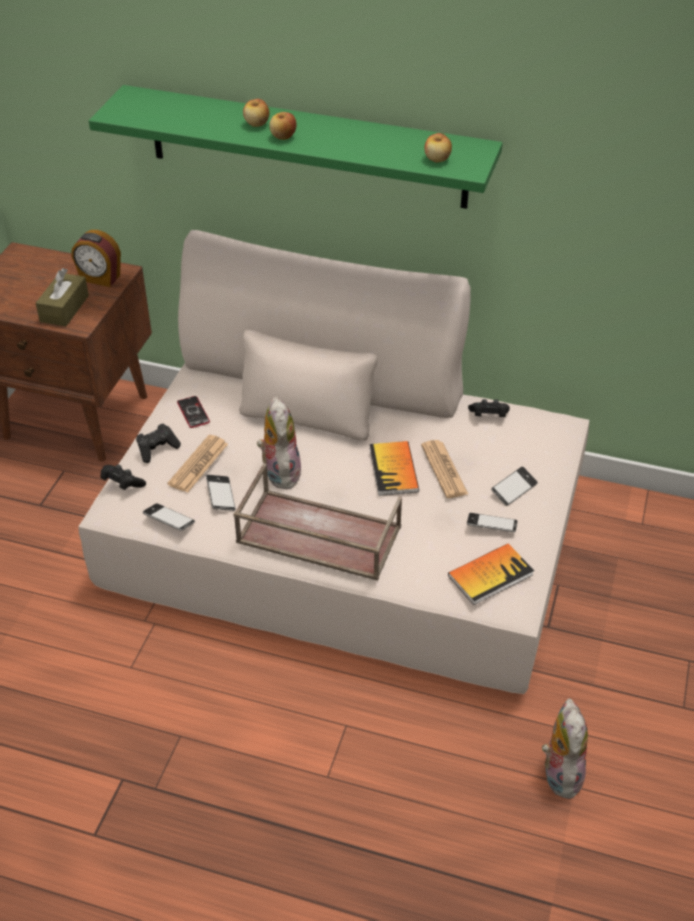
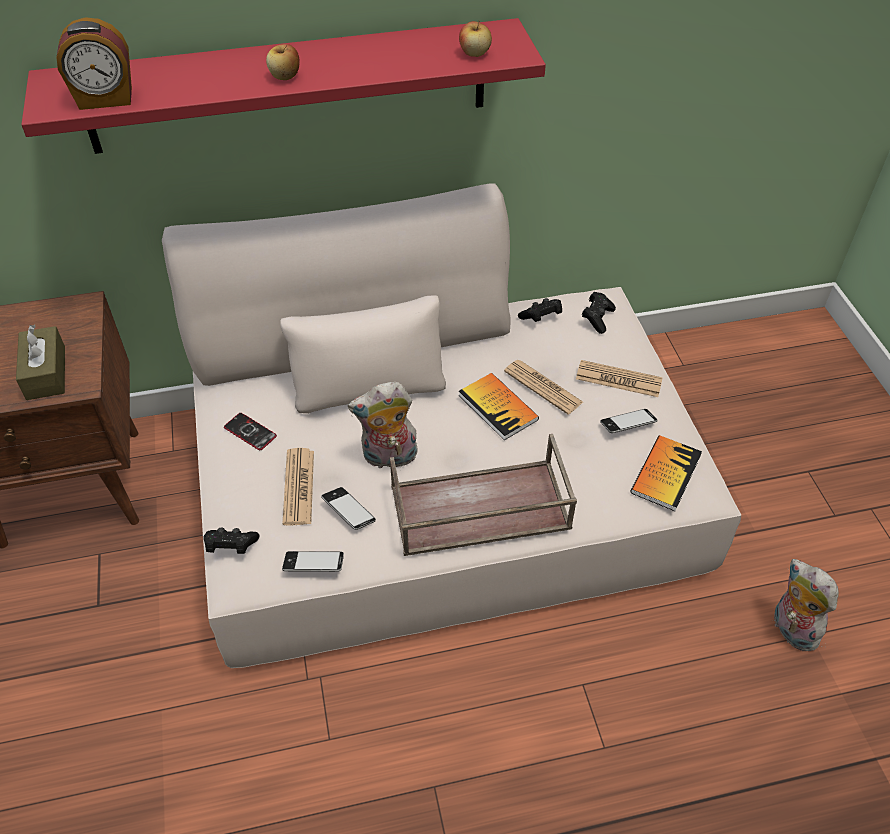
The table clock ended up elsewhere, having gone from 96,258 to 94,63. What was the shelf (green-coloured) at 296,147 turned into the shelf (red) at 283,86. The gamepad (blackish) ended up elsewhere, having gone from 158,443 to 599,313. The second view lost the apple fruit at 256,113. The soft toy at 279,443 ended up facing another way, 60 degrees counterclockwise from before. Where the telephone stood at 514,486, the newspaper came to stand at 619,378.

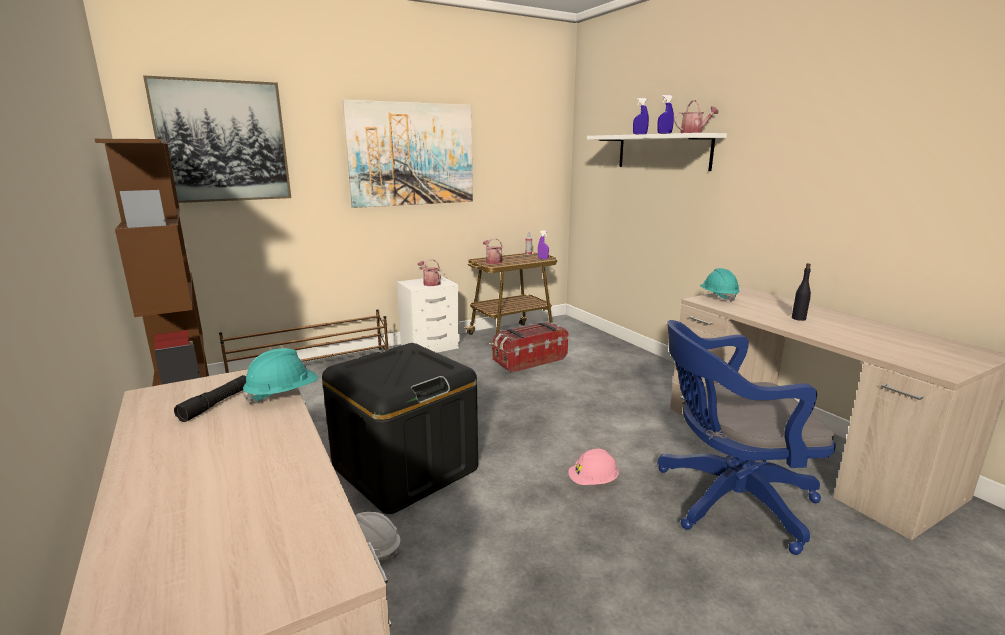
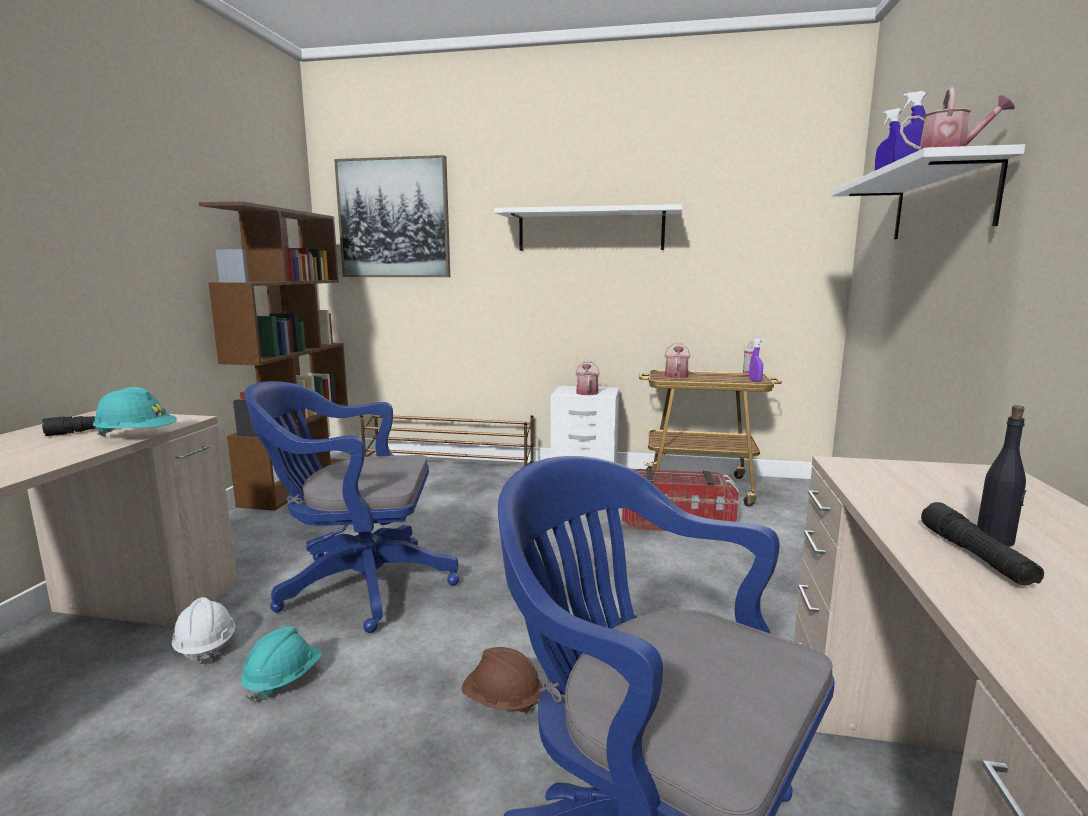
Where the storage container (blackish) stood at 400,428, the computer chair (bluish) came to stand at 352,507. Where the picture hung at 407,154, the shelf (whitish) came to hang at 588,227. What was the safety helmet (pinkish) at 593,467 turned into the safety helmet (brownish) at 502,679. The safety helmet (blue-green) ended up elsewhere, having gone from 720,285 to 281,664. The second view gained the torch (blackish) at 982,544.

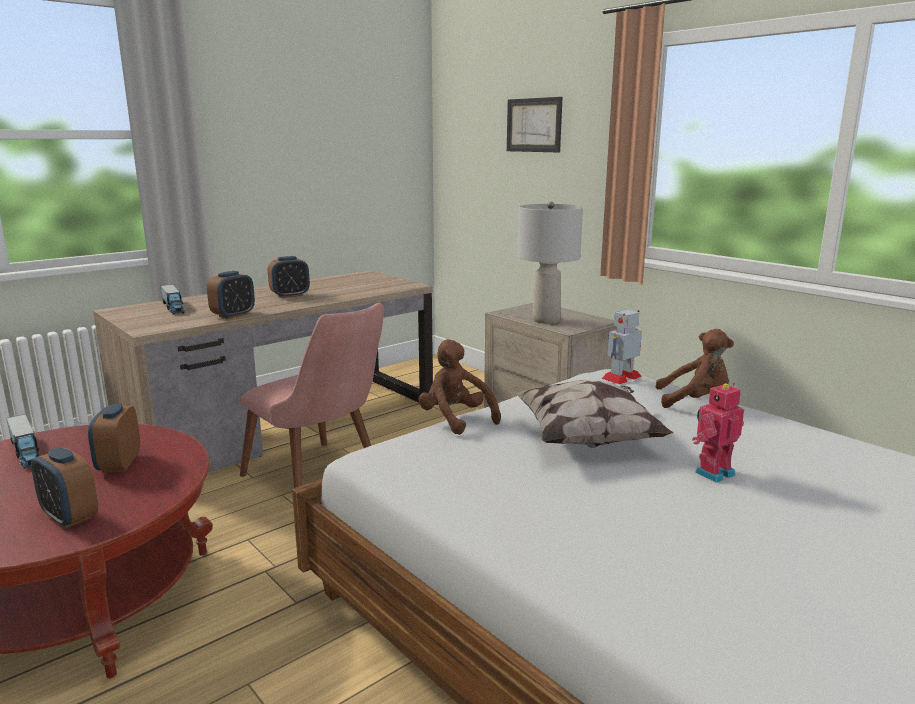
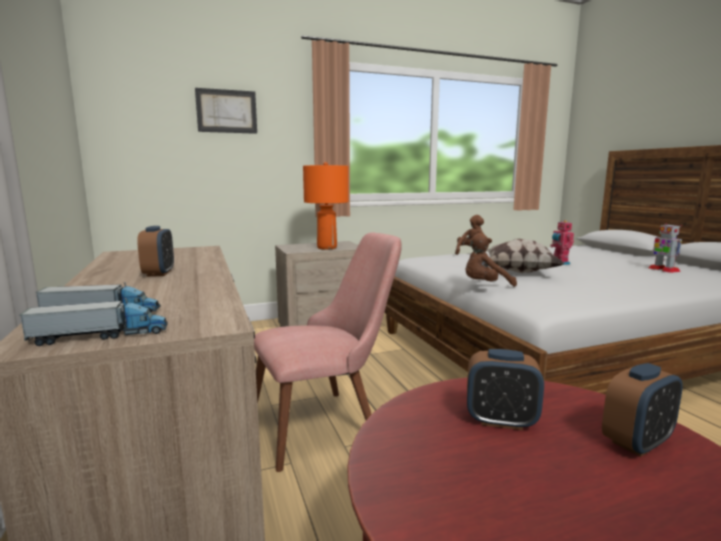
The model truck ended up elsewhere, having gone from 22,441 to 93,322. The second view lost the table clock at 231,295. What was the lamp for a table (greyish) at 550,263 turned into the lamp for a table (orangey) at 326,206. The robot figure ended up elsewhere, having gone from 622,347 to 665,248.

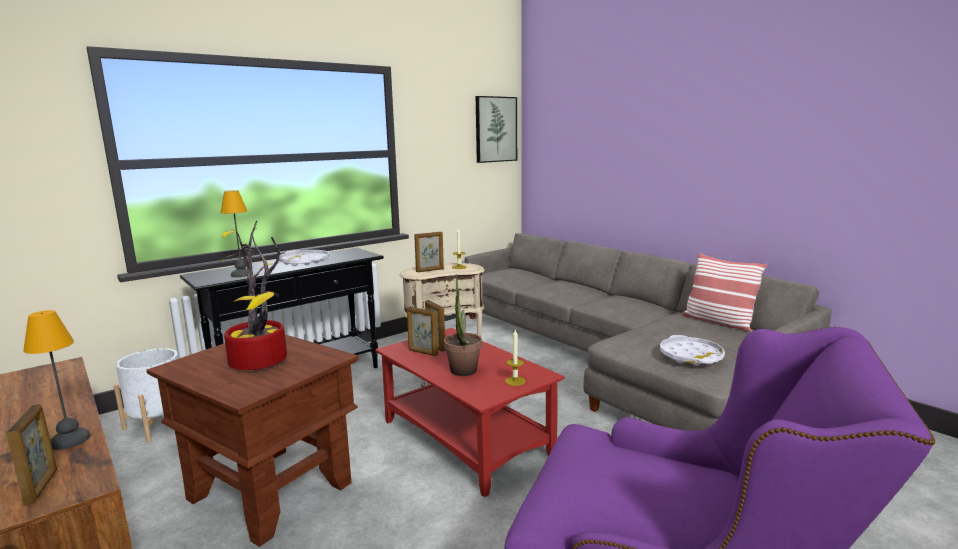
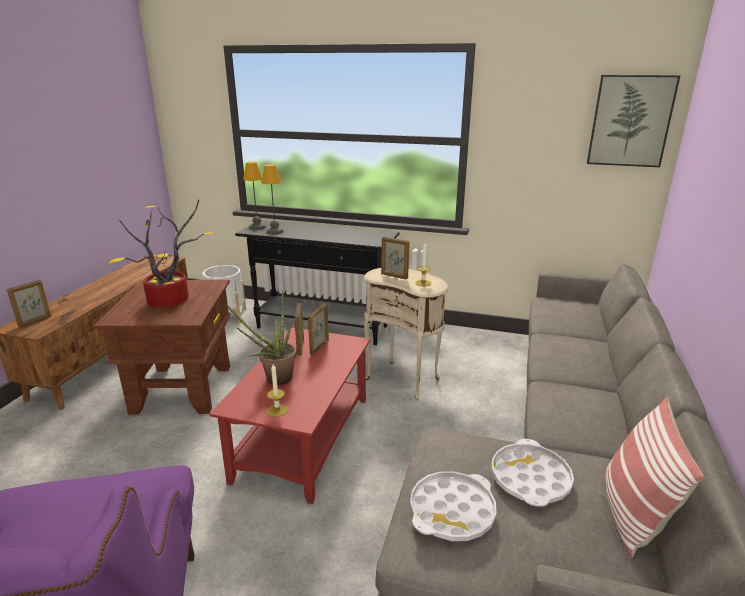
The lamp for a table ended up elsewhere, having gone from 56,380 to 254,196. The carrying tray (whitish) ended up elsewhere, having gone from 304,258 to 532,473.

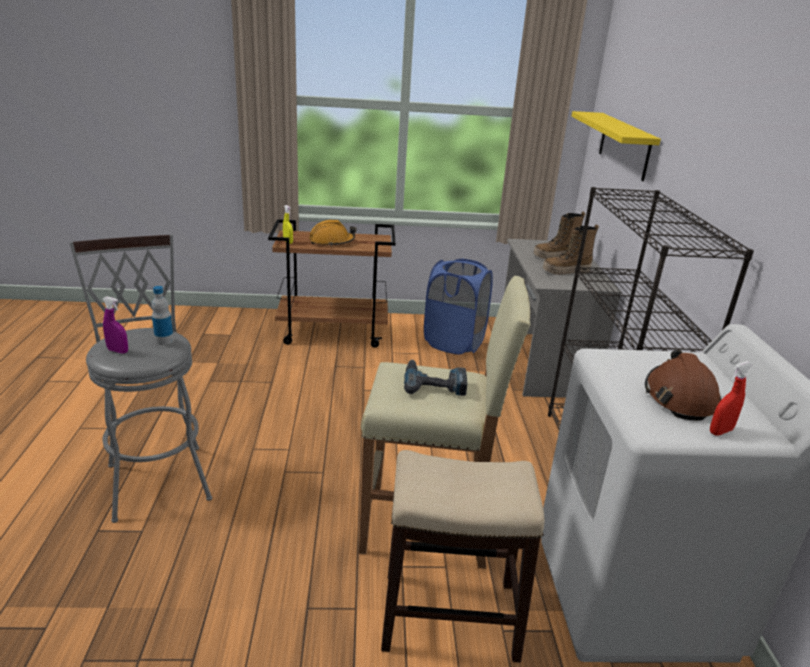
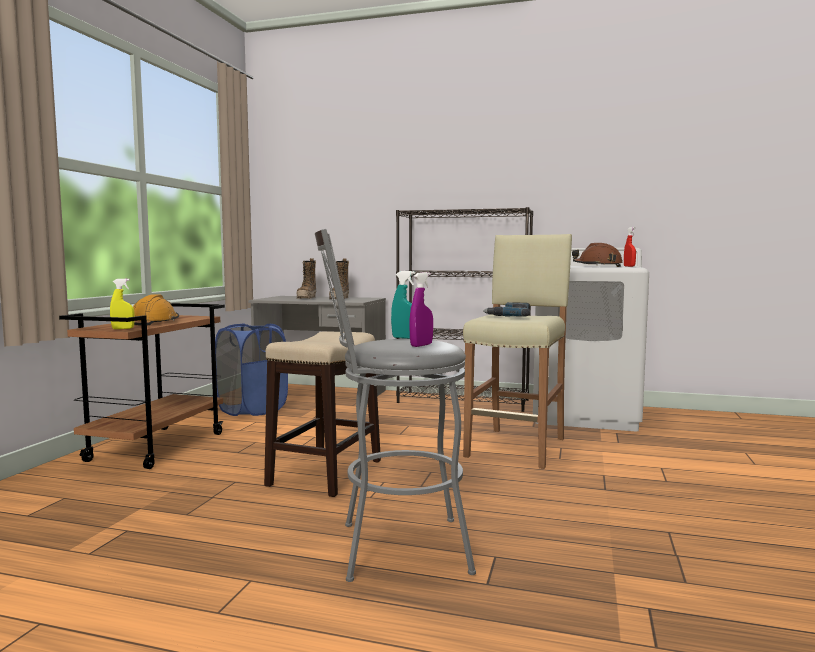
Where the drink bottle stood at 162,315, the hand sprayer (blue-green) came to stand at 403,305. The sitting stool ended up elsewhere, having gone from 462,556 to 322,414. The second view lost the shelf (yellow-coloured) at 616,146.

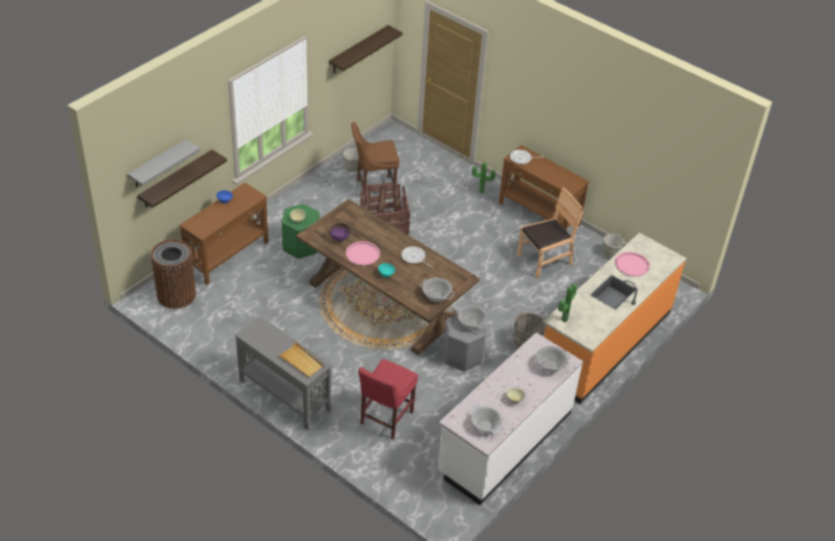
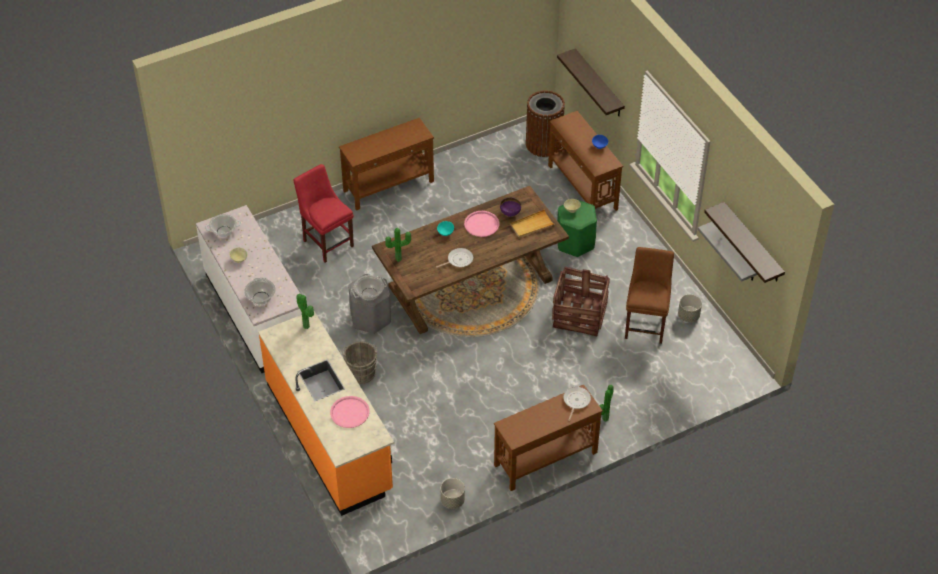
The shelf (greyish) ended up elsewhere, having gone from 164,163 to 727,252. What was the console table (greyish) at 283,373 turned into the console table (brownish) at 386,164. The carrying tray (beige) ended up elsewhere, having gone from 301,360 to 532,223. Where the stockpot stood at 437,290, the potted plant came to stand at 398,245. The second view lost the upright chair (brownish) at 550,232.

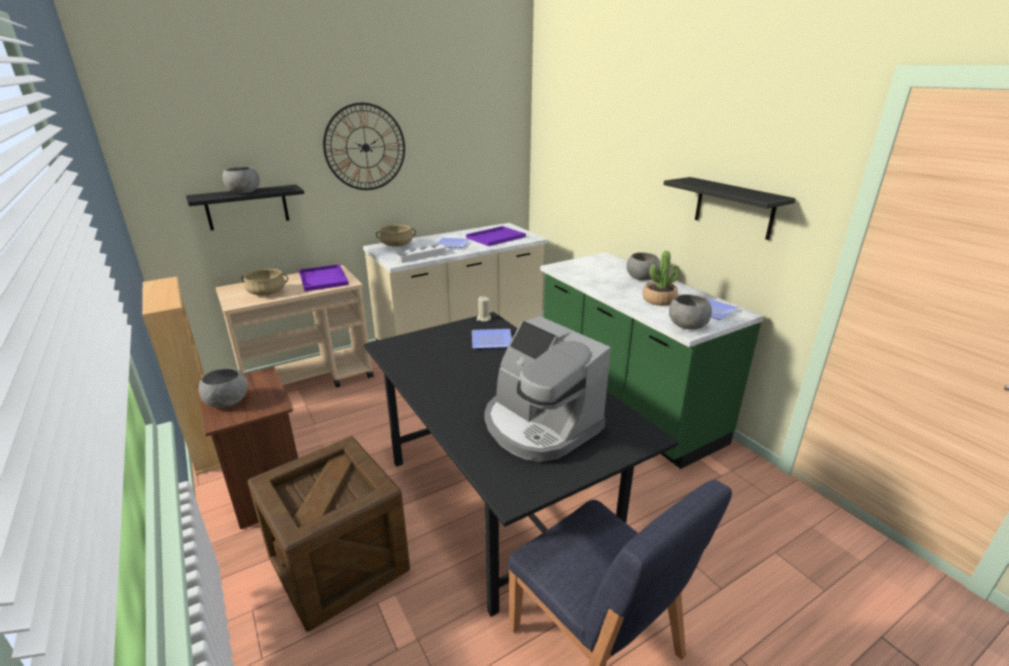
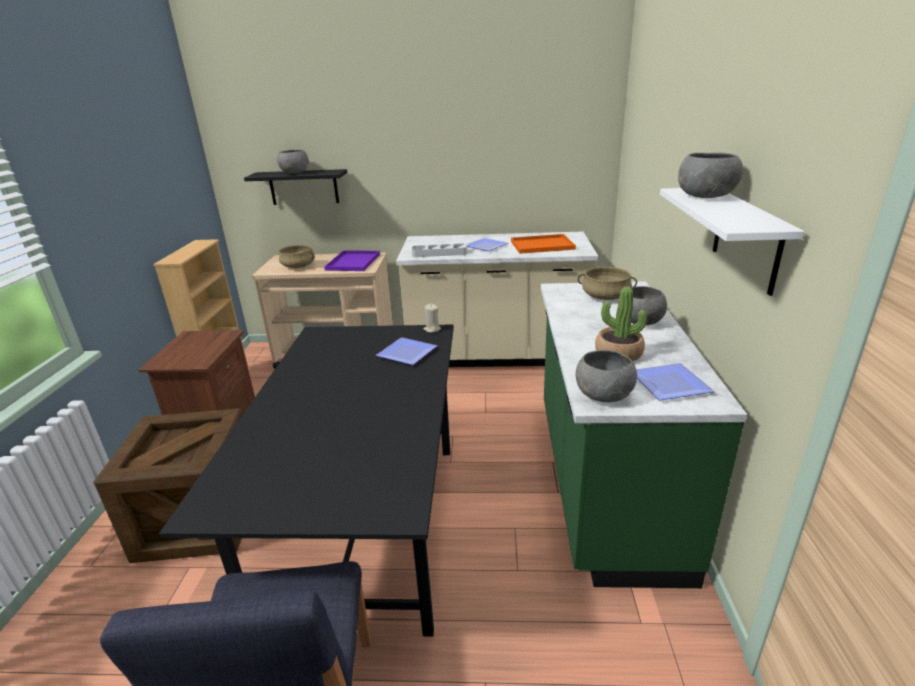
The bowl (greyish) ended up elsewhere, having gone from 223,388 to 710,175. The second view lost the hanging clock at 364,146. The stockpot (beige) ended up elsewhere, having gone from 396,236 to 607,283. What was the carrying tray (purplish) at 496,236 turned into the carrying tray (orangey) at 543,244. The second view lost the coffee maker at 547,389. What was the shelf (blackish) at 729,208 turned into the shelf (whitish) at 732,242.

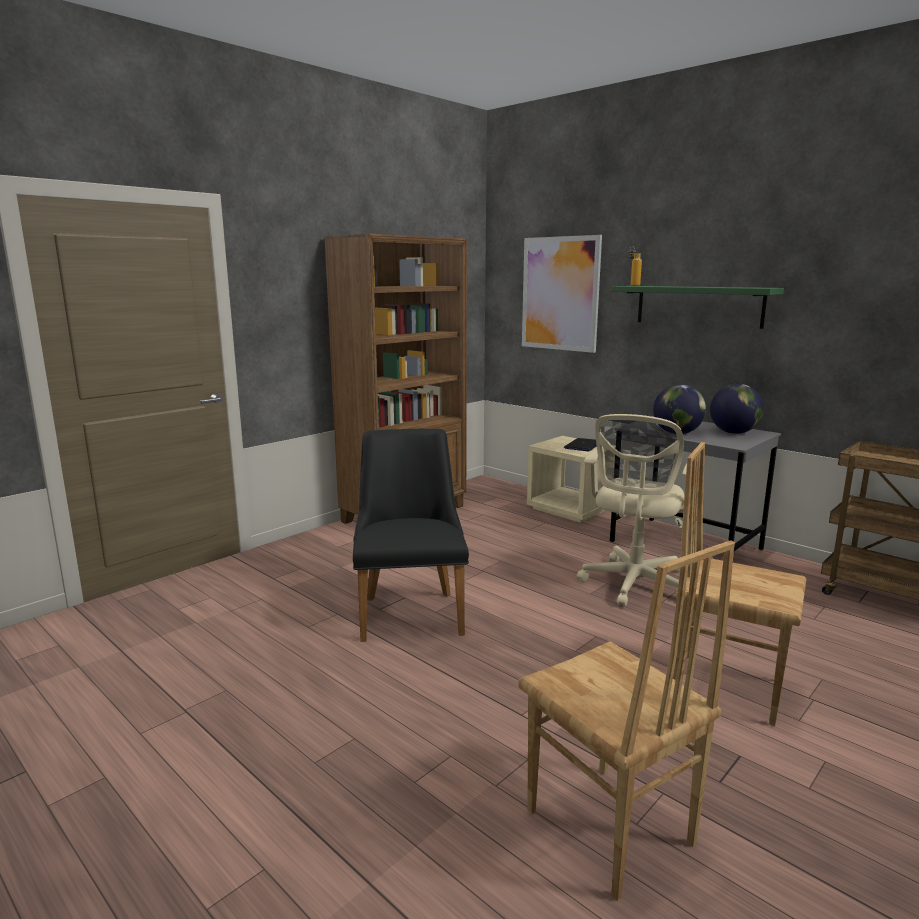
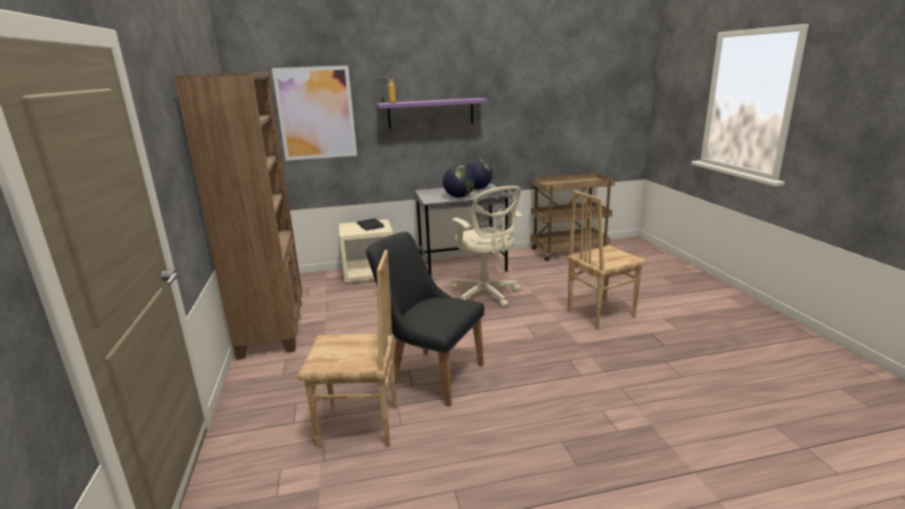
The upright chair (brownish) ended up elsewhere, having gone from 626,720 to 347,349. What was the shelf (green-coloured) at 698,307 turned into the shelf (purplish) at 432,113.

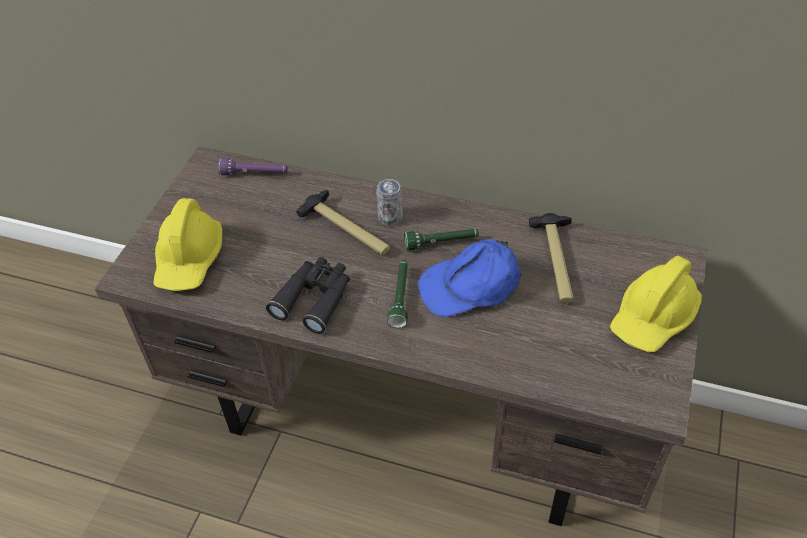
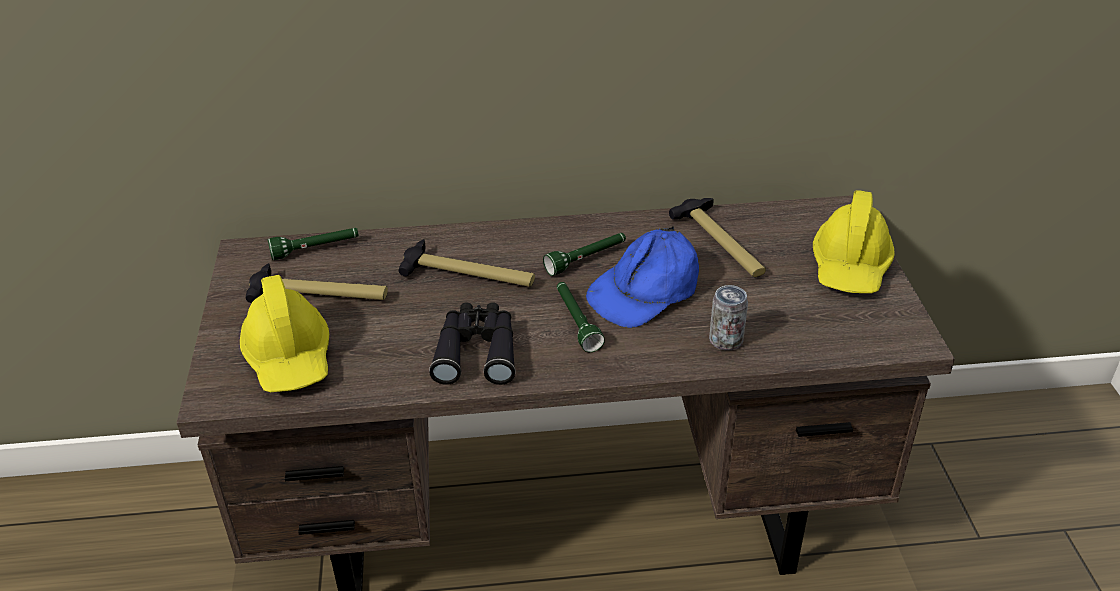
What was the torch (purplish) at 253,166 turned into the torch (green-coloured) at 313,244. The can ended up elsewhere, having gone from 390,202 to 728,317. The second view gained the tool hammer at 316,283.

